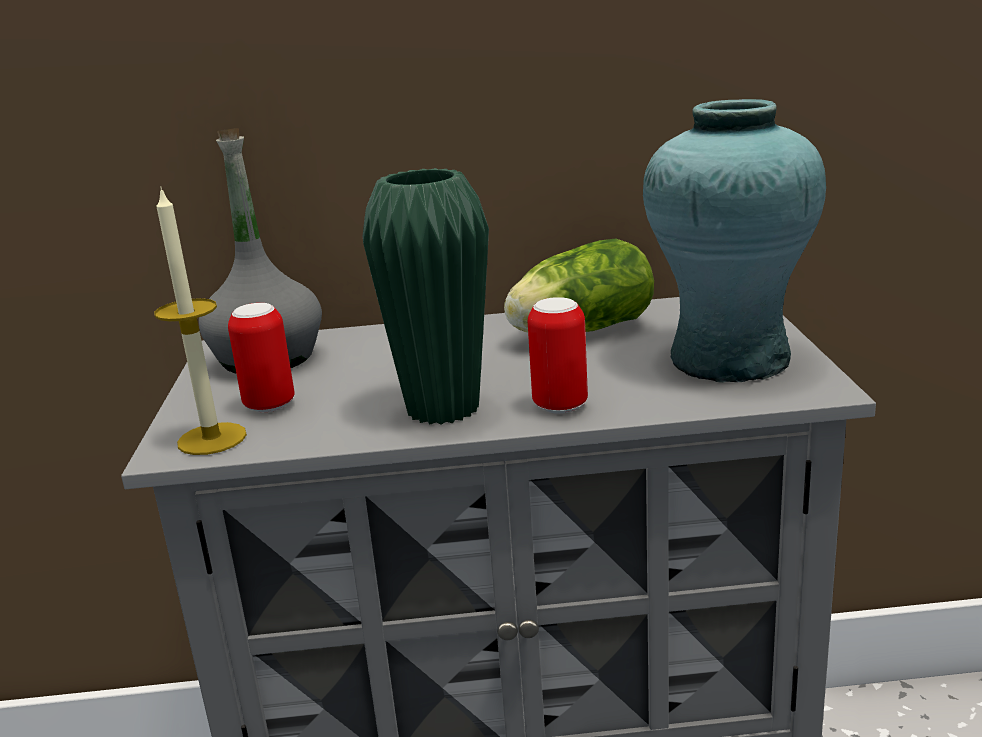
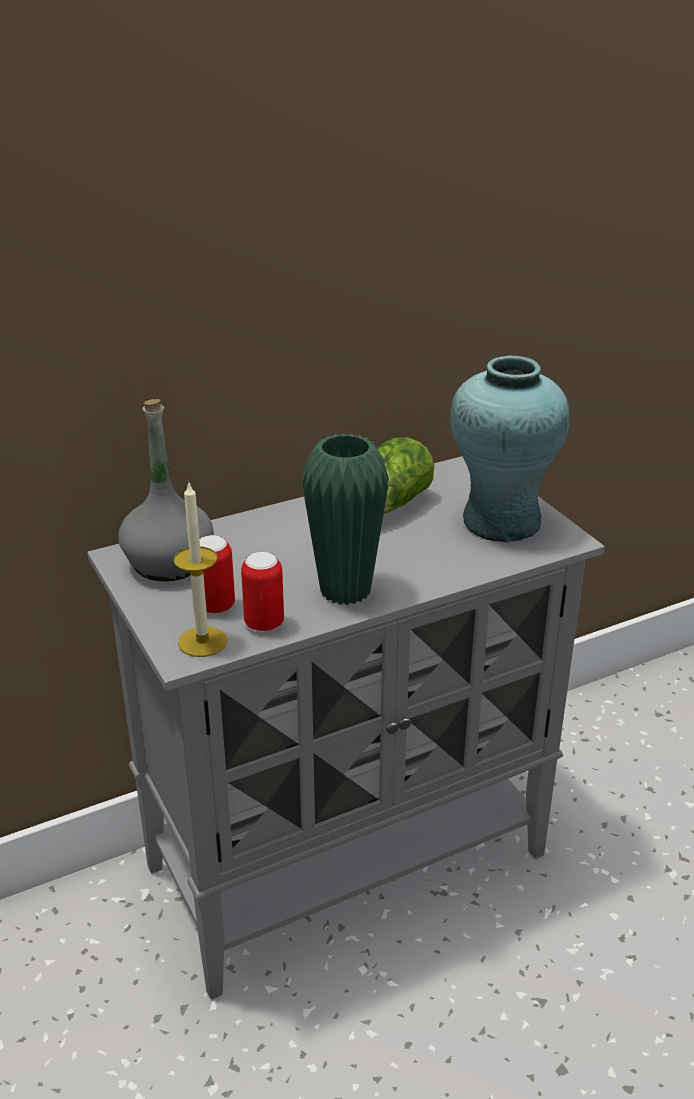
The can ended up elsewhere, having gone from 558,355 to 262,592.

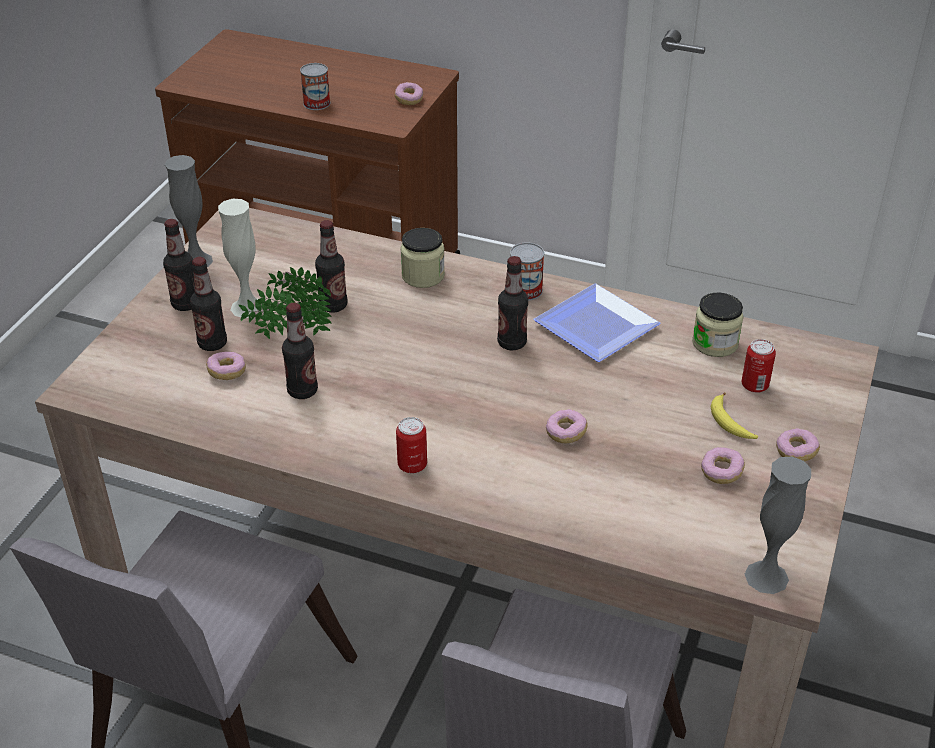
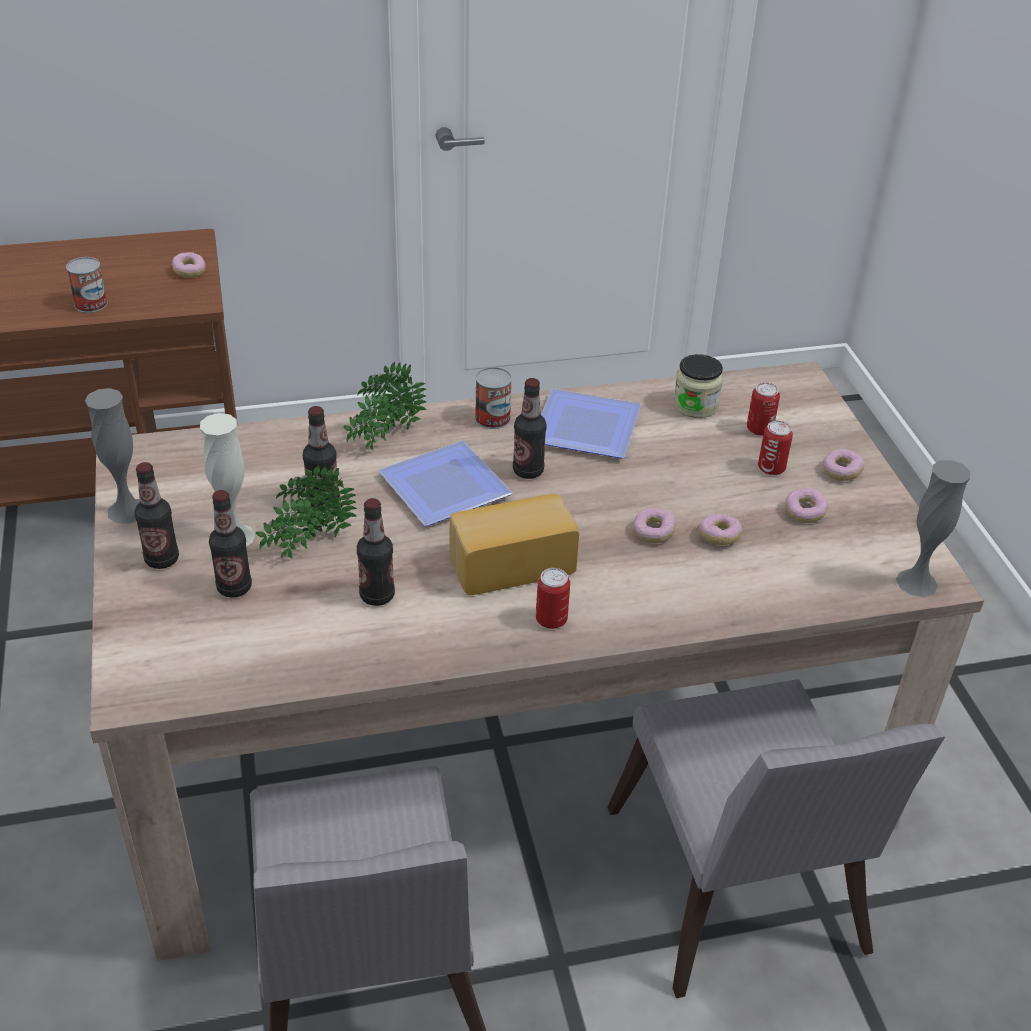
The doughnut ended up elsewhere, having gone from 226,366 to 720,529. Where the preserve jar stood at 422,258, the potted plant came to stand at 385,406. Where the banana fruit stood at 734,415, the can came to stand at 775,447. The second view gained the dinner plate at 445,483. The second view gained the bread at 514,544.

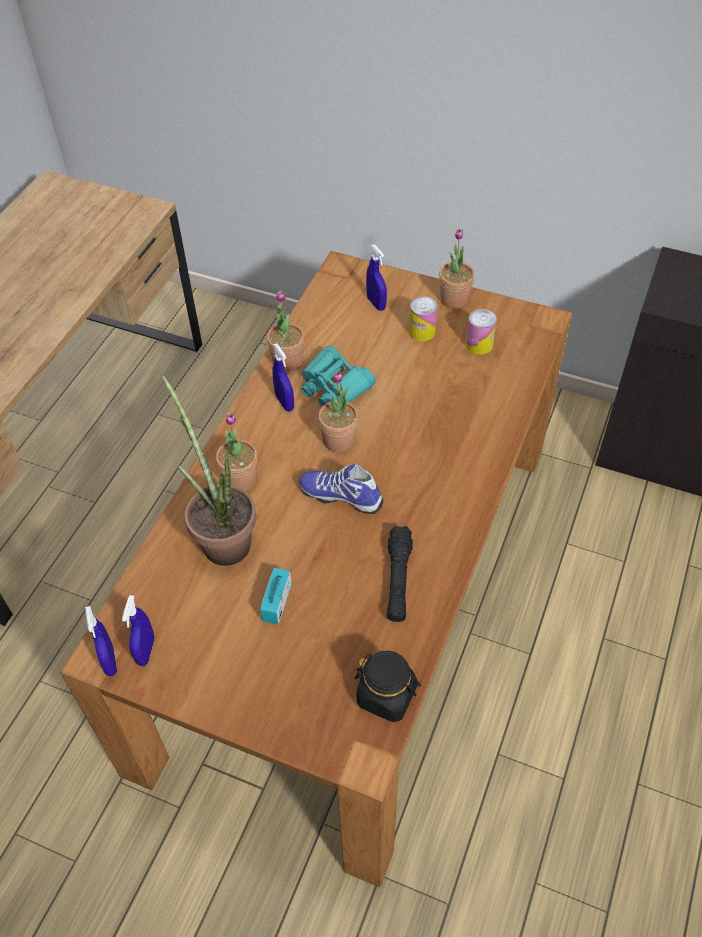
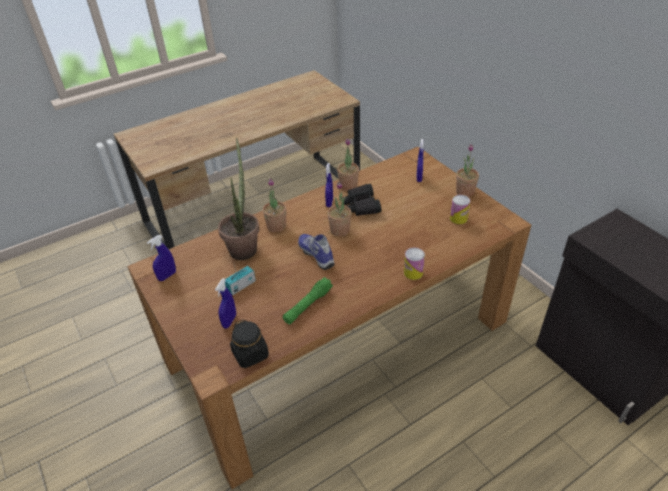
The hand sprayer (bluish) ended up elsewhere, having gone from 101,641 to 225,303. What was the field glasses (blue-green) at 338,376 turned into the field glasses (blackish) at 361,200. What was the torch (blackish) at 400,573 turned into the torch (green-coloured) at 308,300. The can ended up elsewhere, having gone from 423,318 to 414,264.

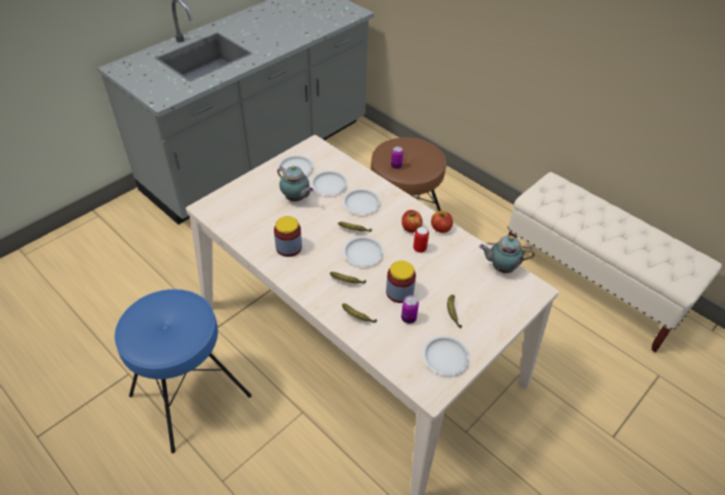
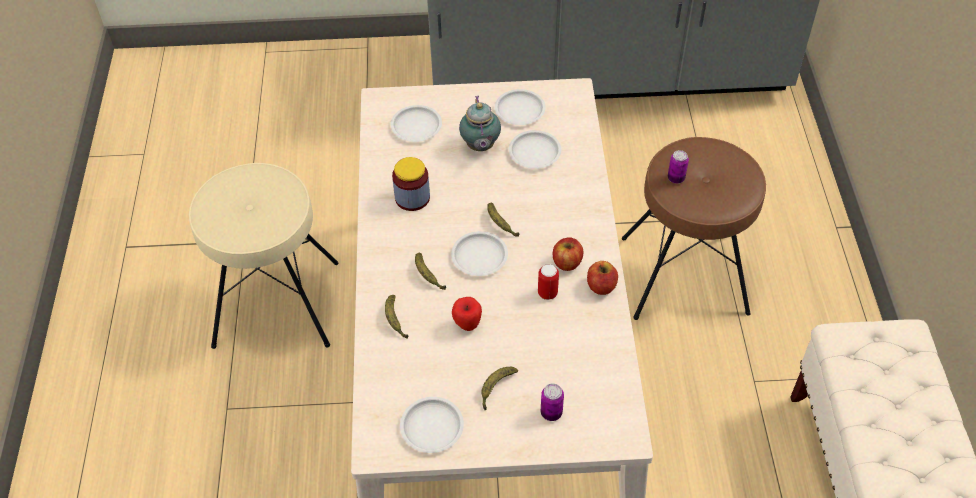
What was the sitting stool (bluish) at 183,371 turned into the sitting stool (beige) at 263,256. The dinner plate (whitish) ended up elsewhere, having gone from 362,201 to 416,123. Where the preserve jar stood at 401,282, the apple fruit came to stand at 467,314. The can ended up elsewhere, having gone from 410,309 to 552,402. The second view lost the pot for tea at 507,254.

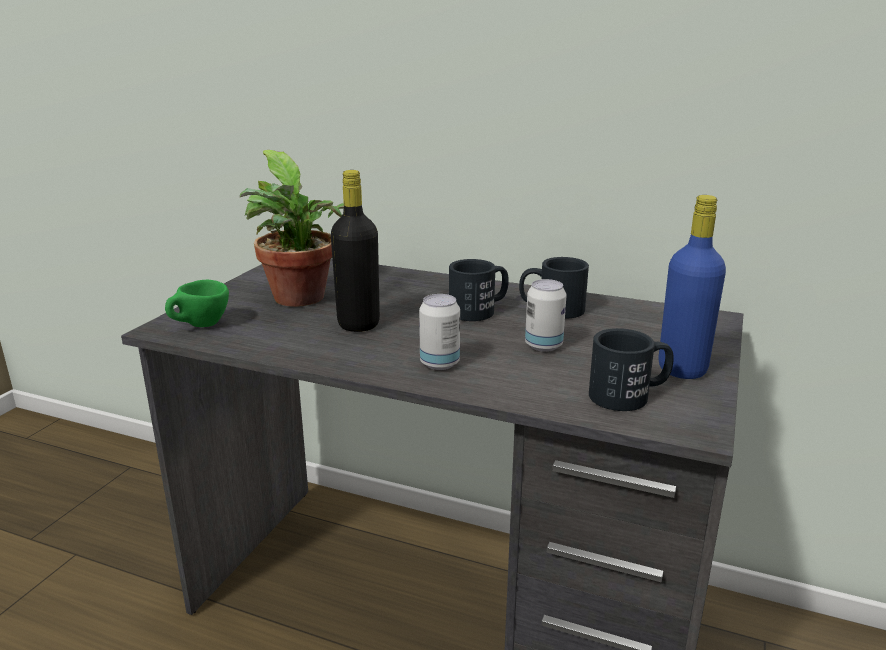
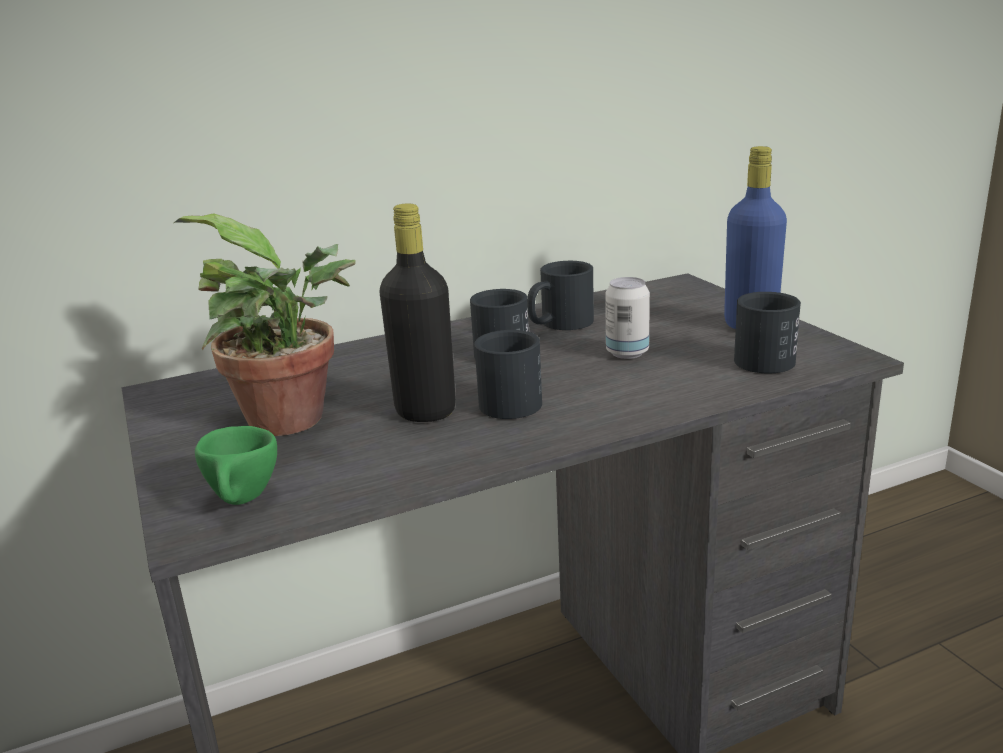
The second view lost the can at 439,332. The second view gained the coffee mug (blackish) at 508,374.

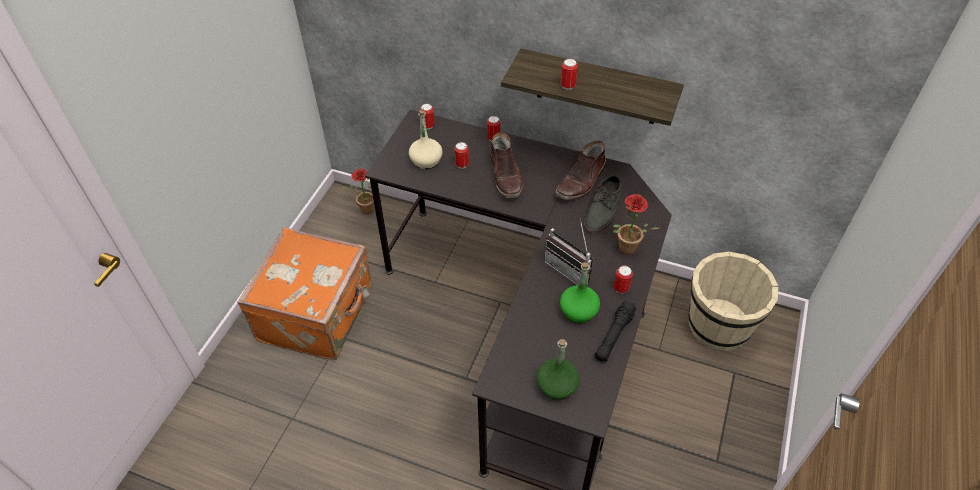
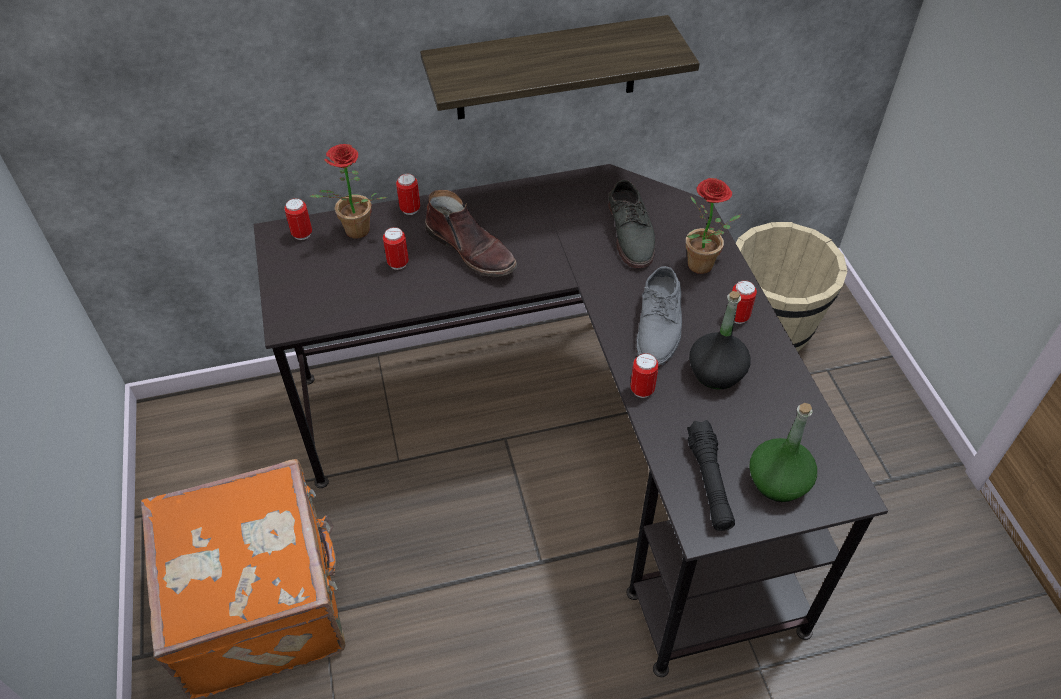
The potted plant ended up elsewhere, having gone from 357,192 to 348,191. The second view lost the drink bottle (beige) at 425,139. Where the radio set stood at 568,251, the item of footwear (greyish) came to stand at 659,316. The second view lost the boot (brownish) at 580,170. What was the drink bottle (green-coloured) at 580,292 turned into the drink bottle (blackish) at 720,340. The can ended up elsewhere, having gone from 569,74 to 644,375. The torch (blackish) ended up elsewhere, having gone from 615,331 to 711,475.

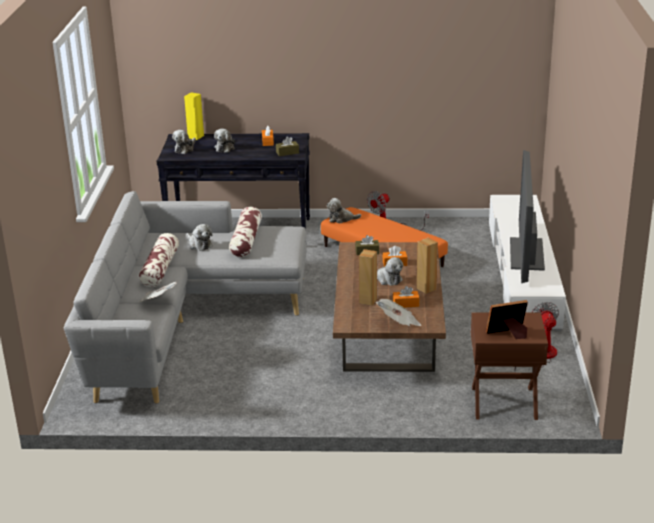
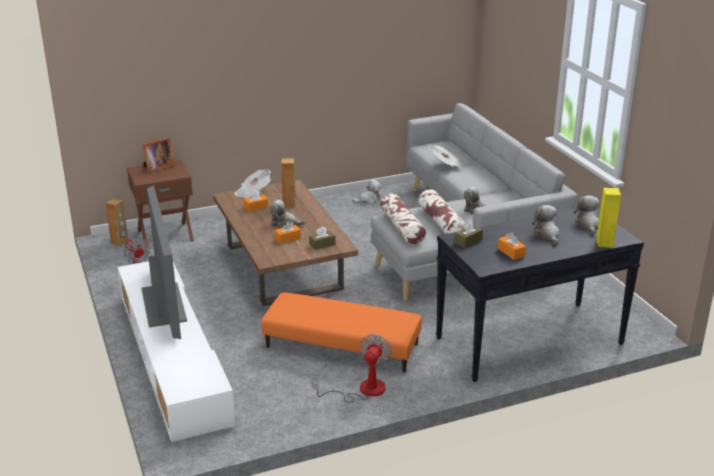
The throw pillow ended up elsewhere, having gone from 158,260 to 403,219. The soft toy ended up elsewhere, having gone from 344,210 to 367,191. The speaker (brownish) ended up elsewhere, having gone from 427,265 to 117,222.

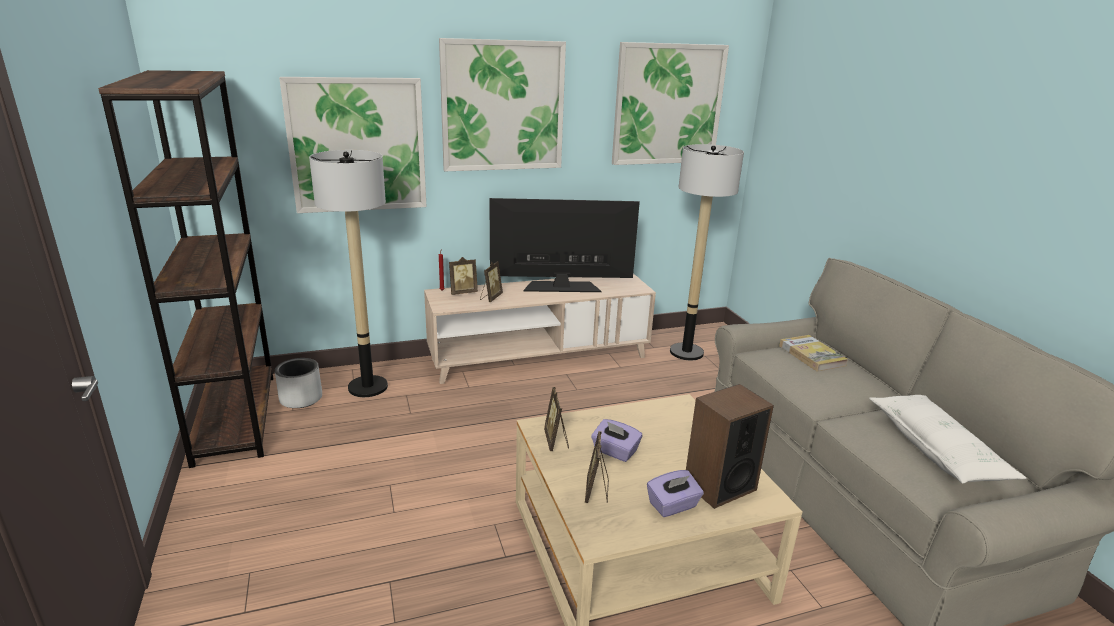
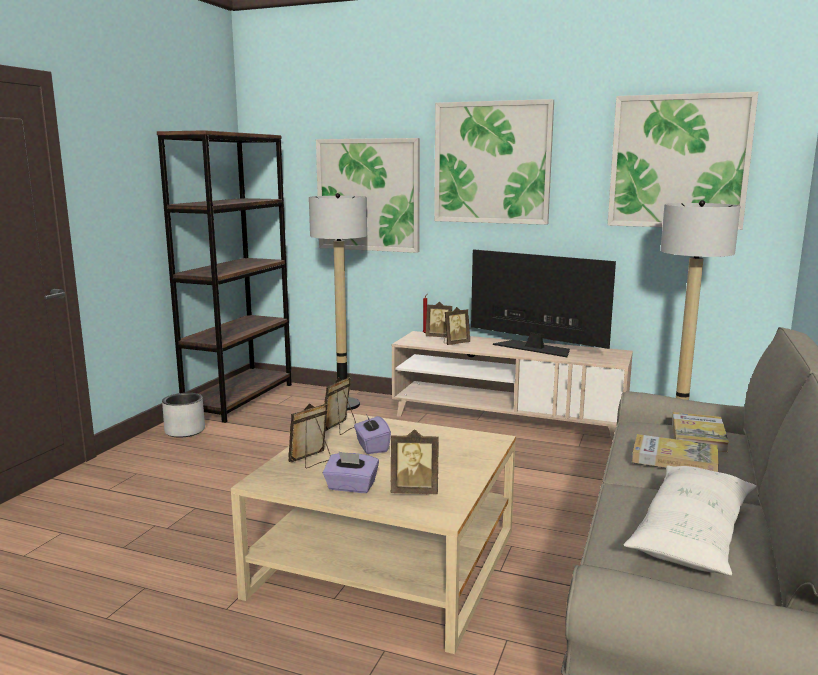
The plant pot (greyish) ended up elsewhere, having gone from 298,383 to 183,415. Where the speaker stood at 730,446, the picture frame came to stand at 415,461. The second view gained the book at 675,453.

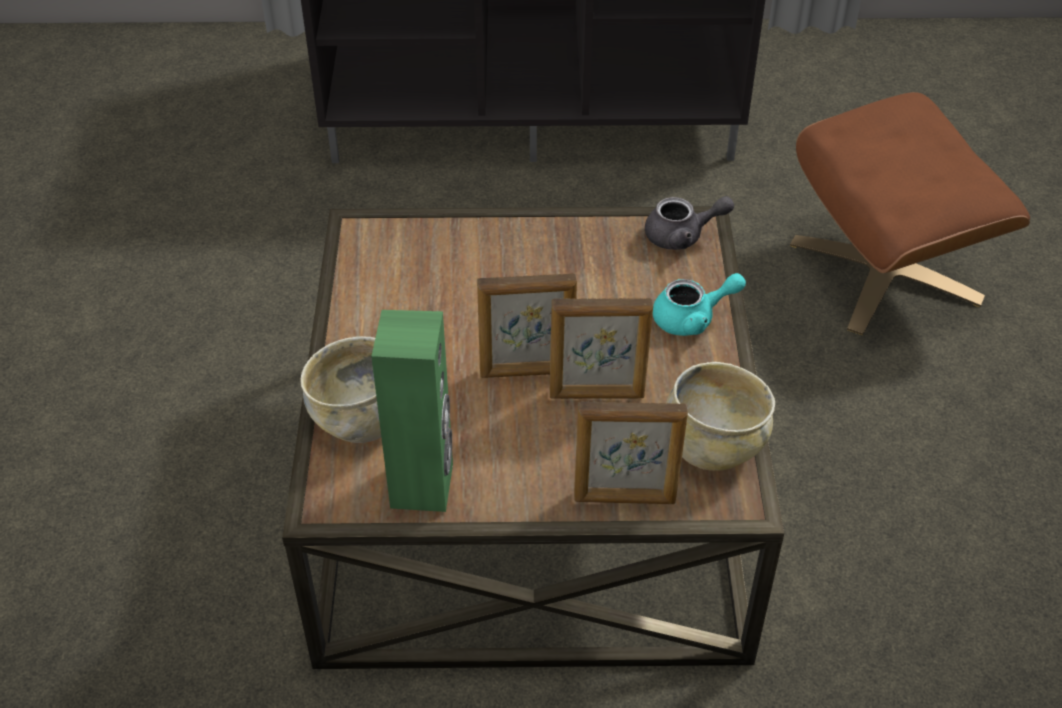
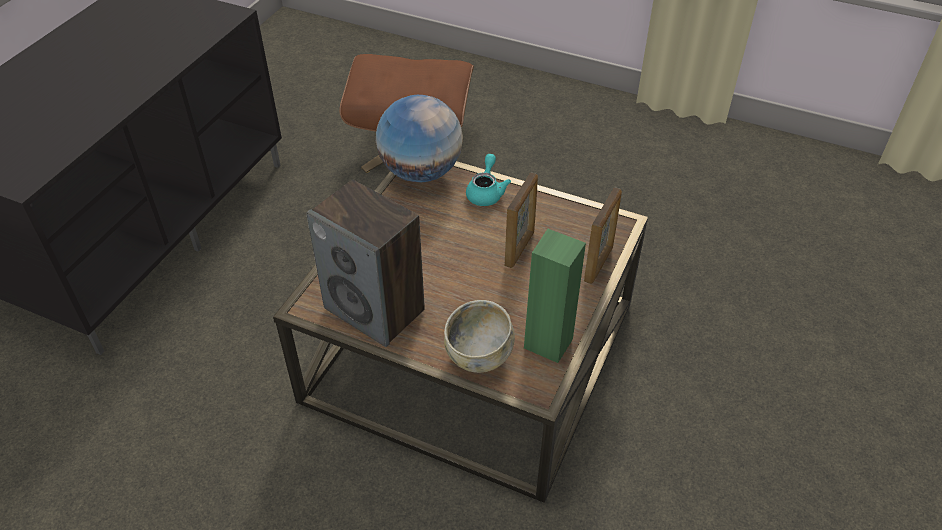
The second view lost the picture frame at 527,325. Where the pot for tea (greyish) stood at 689,223, the world globe came to stand at 419,138. The second view lost the bowl (beige) at 720,416. The second view gained the speaker at 365,263.

